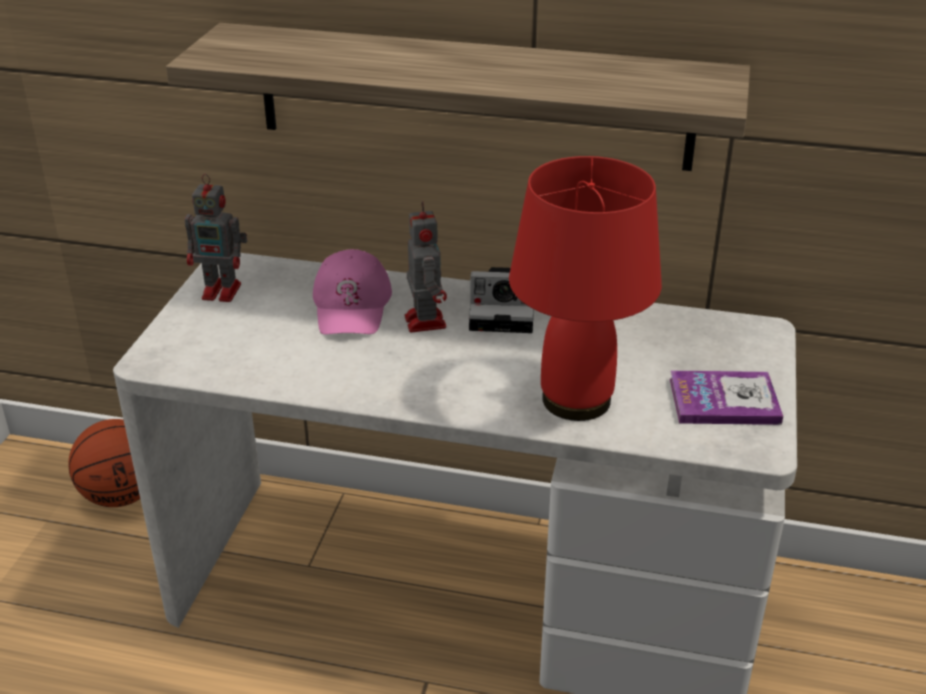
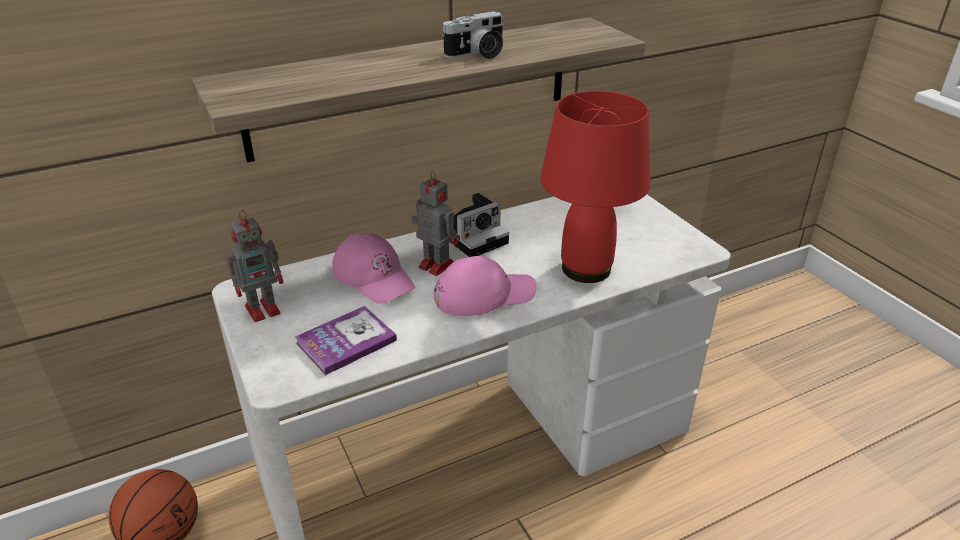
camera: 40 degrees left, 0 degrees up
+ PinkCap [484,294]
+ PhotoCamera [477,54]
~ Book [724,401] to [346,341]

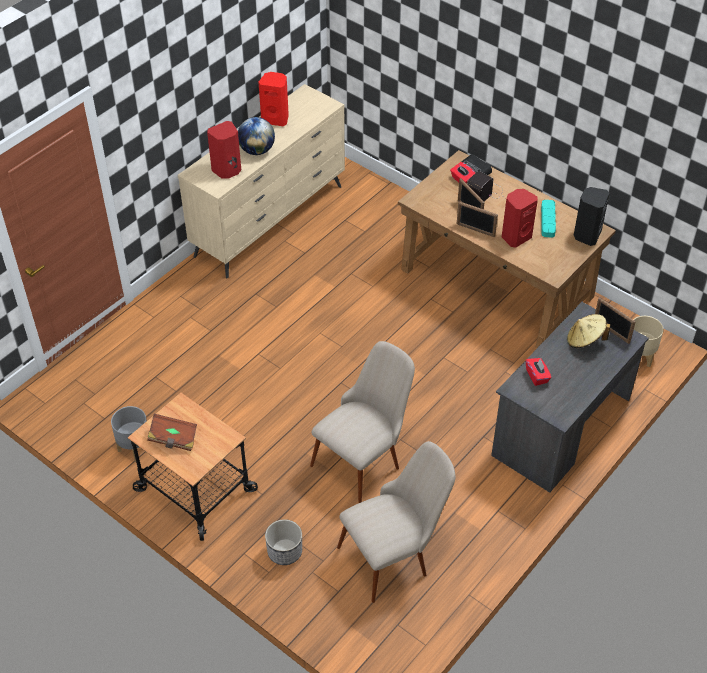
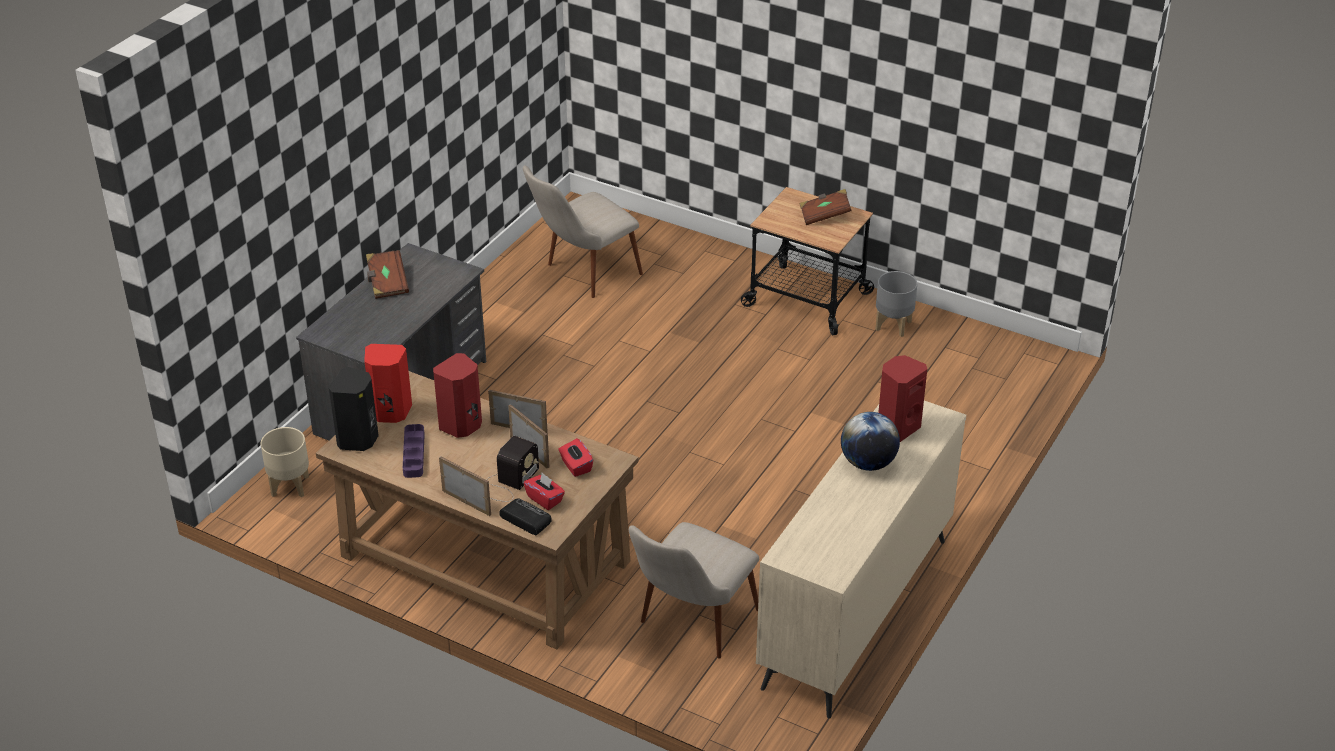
camera: 170 degrees right, 10 degrees down
- Planter [285,551]
- BeigeHat [585,340]
+ BrownBook [387,283]
~ RedSpeaker [276,119] to [390,413]
~ BeigeChair [364,457] to [689,628]
~ RedTissueBox [537,376] to [576,466]
~ PictureFrame [611,331] to [467,502]
~ TurquoiseTray [548,220] to PurpleTray [414,454]

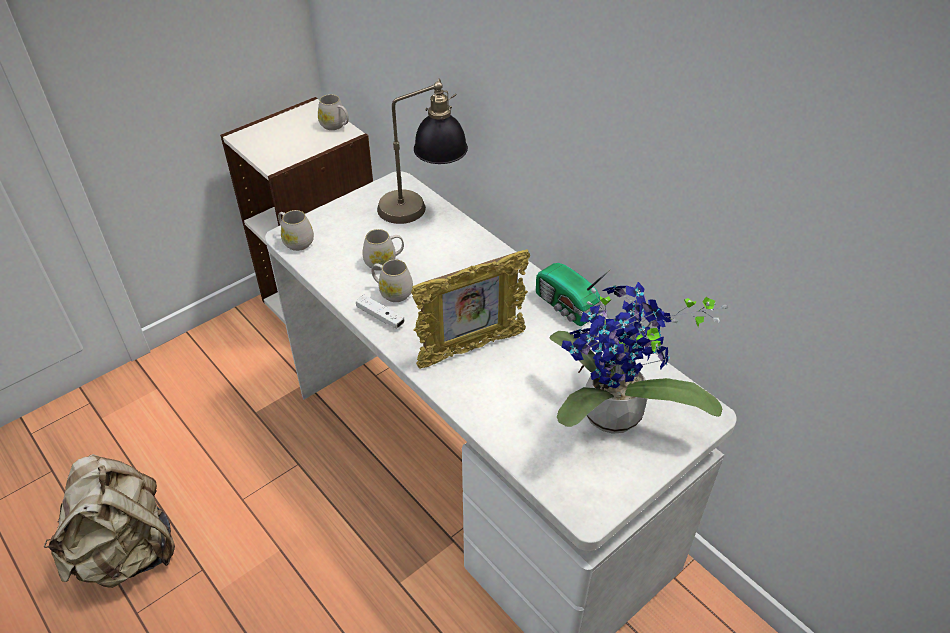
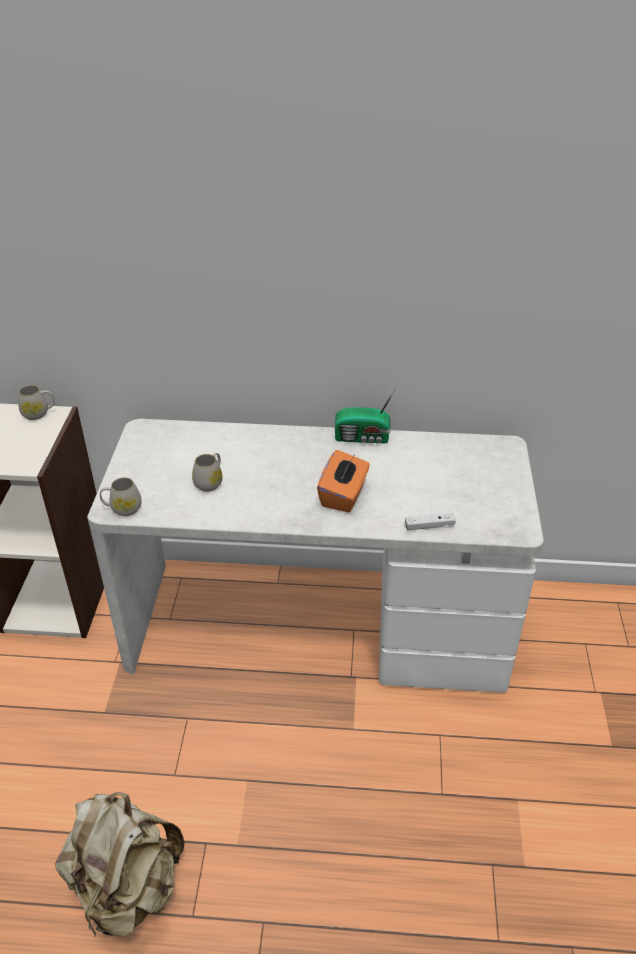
camera: 45 degrees left, 5 degrees down
- WhiteMug [392,292]
- TableLamp [422,210]
- PottedPlant [610,420]
~ WhiteGameController [380,317] to [429,526]
~ PictureFrame [471,349] to OrangeTissueBox [343,495]

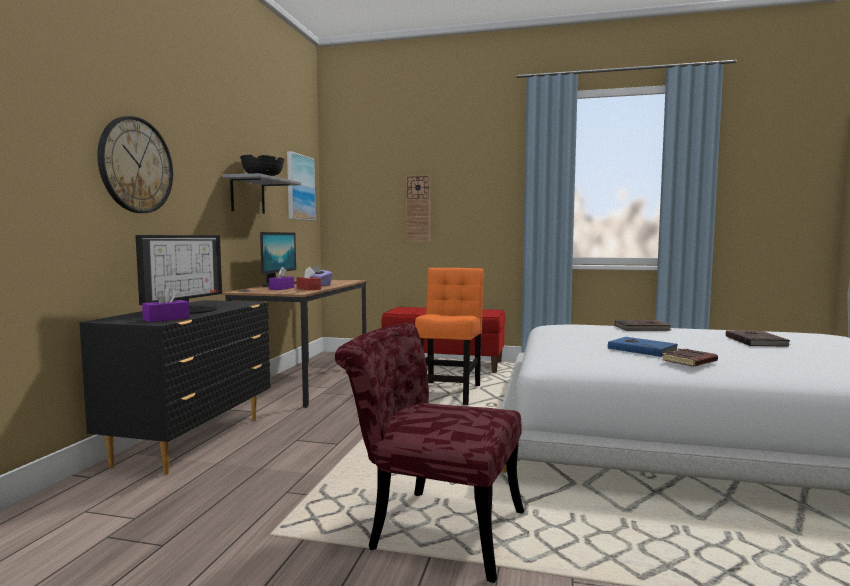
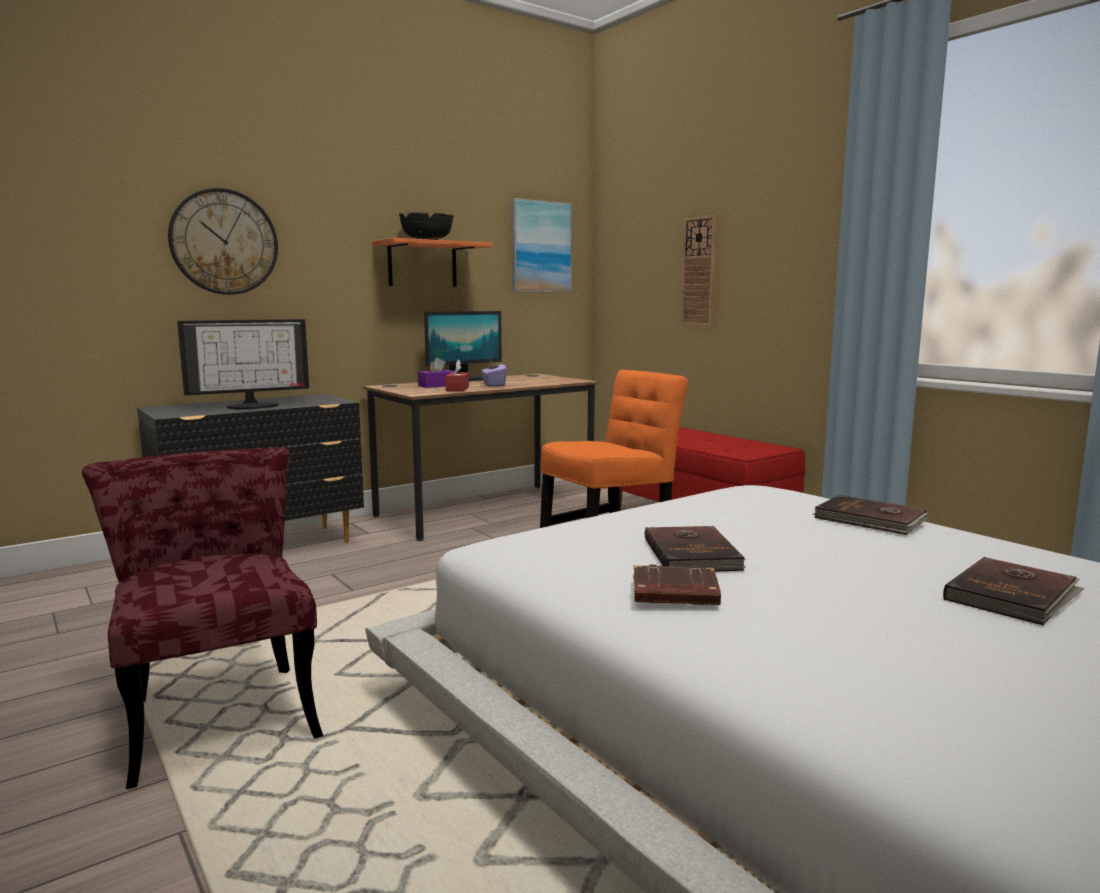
camera: 40 degrees right, 5 degrees up
- PurpleTissueBox [166,319]
~ GreyShelf [247,195] to OrangeShelf [422,264]
~ BlueBook [641,349] to BrownBook [693,553]

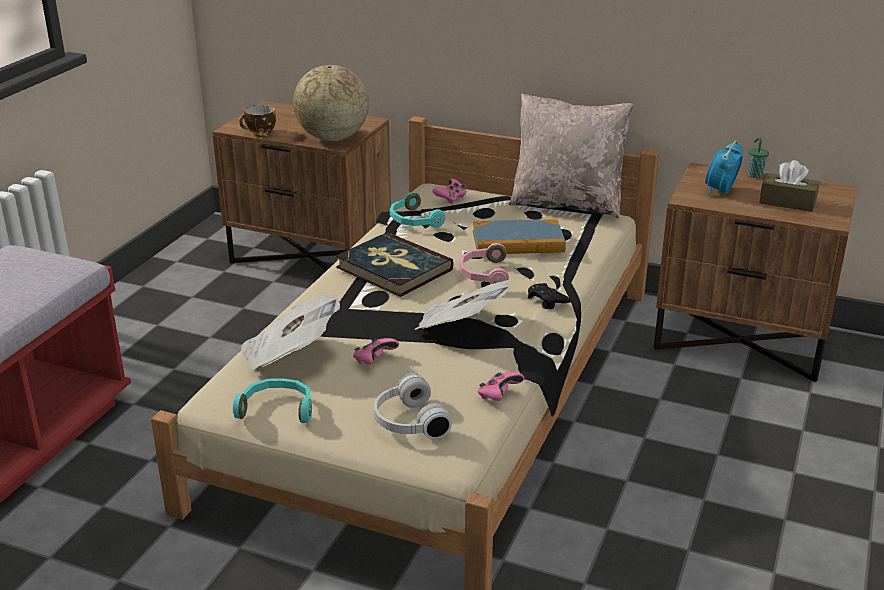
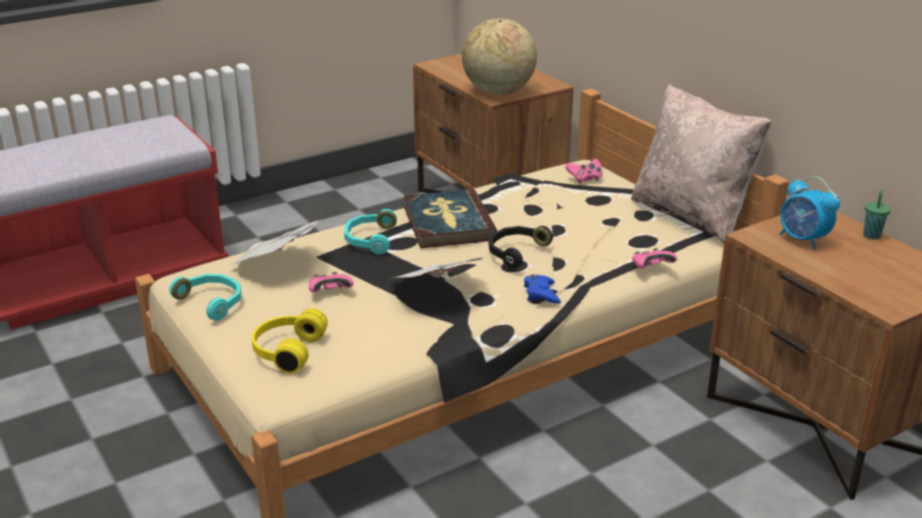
camera: 35 degrees right, 0 degrees up
- Cup [260,133]
- Book [518,242]
- BrownTissueBox [787,202]
~ TurquoiseHeadphones [413,220] to [369,240]
~ PinkGameController [499,396] to [651,268]
~ WhiteHeadphones [407,422] to YellowHeadphones [286,351]
~ PinkHeadphones [483,274] to BlackHeadphones [515,252]
~ BlackGameController [547,299] to BlueGameController [541,293]
~ AlarmClock [720,191] = [803,240] 105 degrees counterclockwise

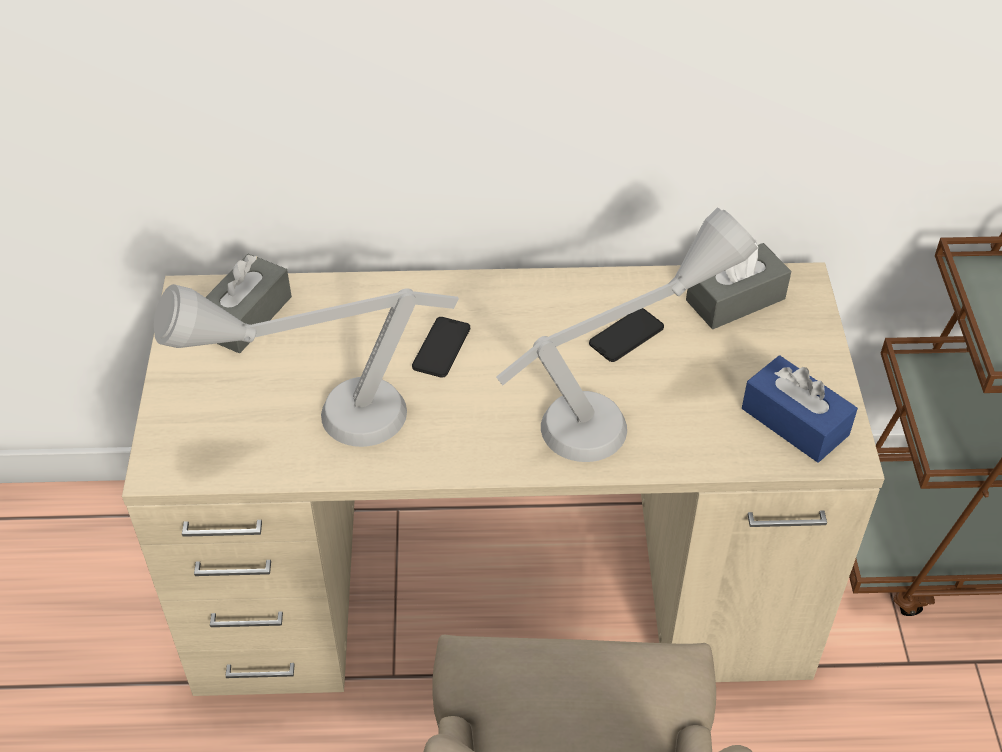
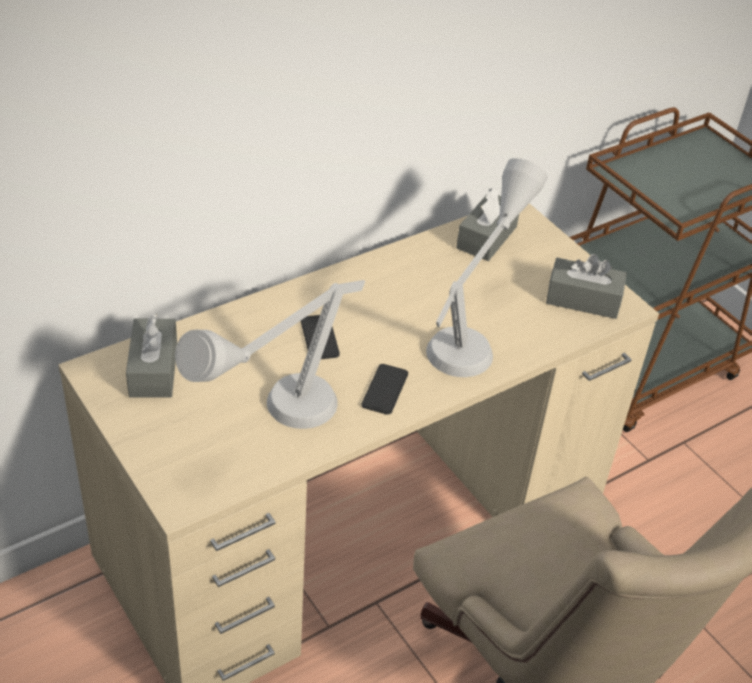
camera: 35 degrees left, 5 degrees down
~ Phone [626,335] to [385,389]
~ BlueTissueBox [794,422] to GreyTissueBox [583,299]

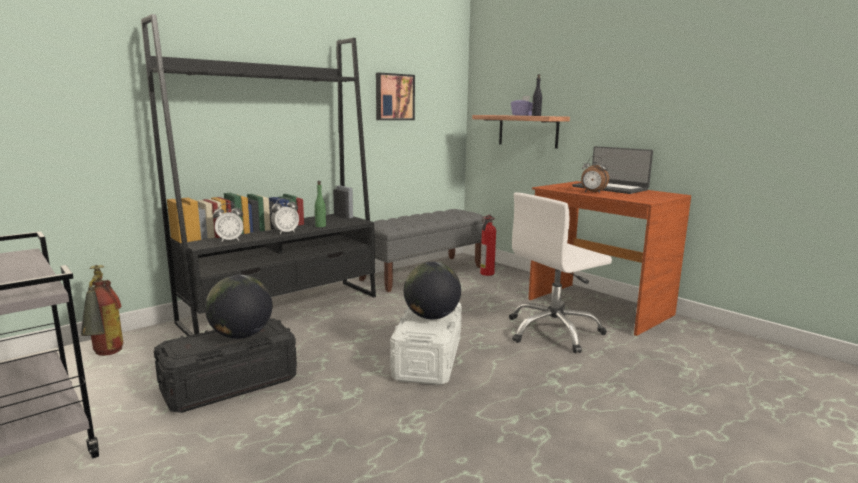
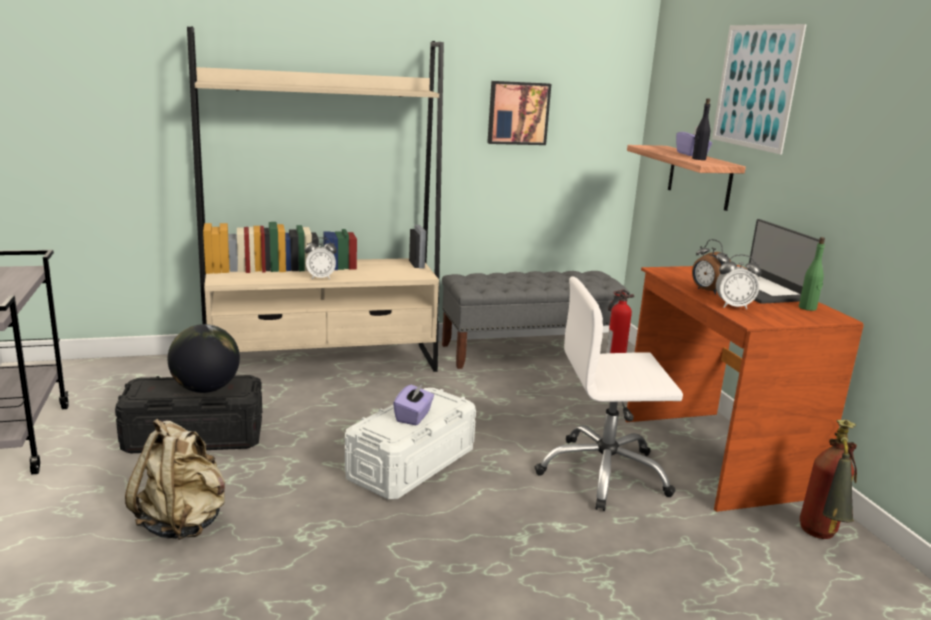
camera: 25 degrees right, 5 degrees up
+ BeigeBackpack [182,522]
+ Picture [755,87]
~ FireExtinguisher [105,356] to [820,539]
~ AlarmClock [230,240] to [733,306]
~ GreenBottle [320,226] to [807,308]
~ Globe [431,317] to PurpleTissueBox [413,416]
~ BlackBookcase [283,309] to BeigeBookcase [323,364]

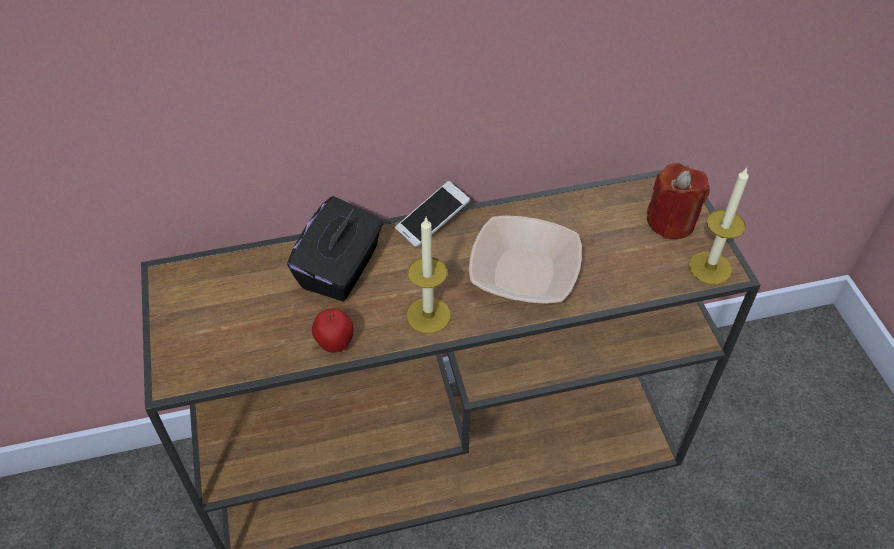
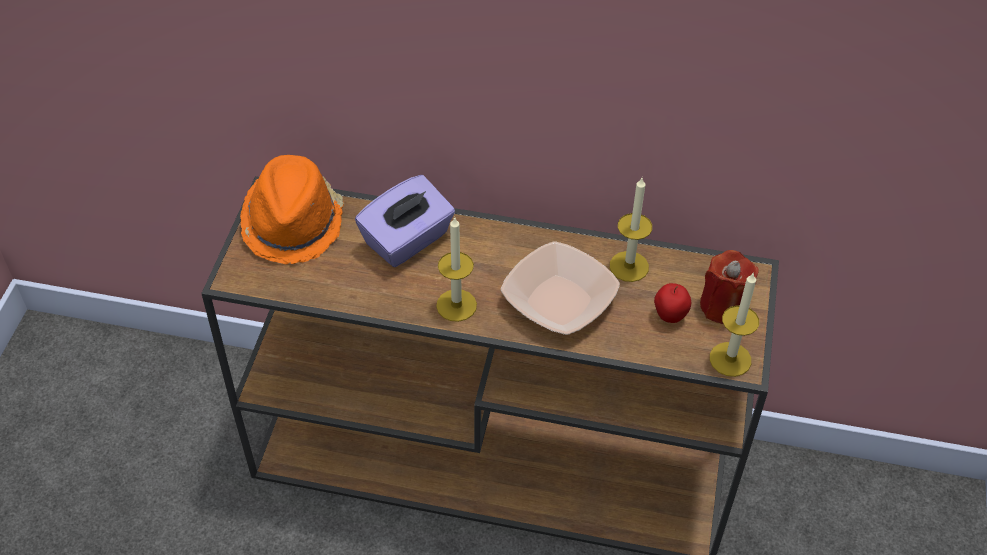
camera: 25 degrees right, 0 degrees up
- Phone [432,222]
+ OrangeHat [294,222]
+ Candle [629,266]
~ Apple [335,344] to [669,316]
~ BlackTissueBox [341,269] to PurpleTissueBox [407,240]

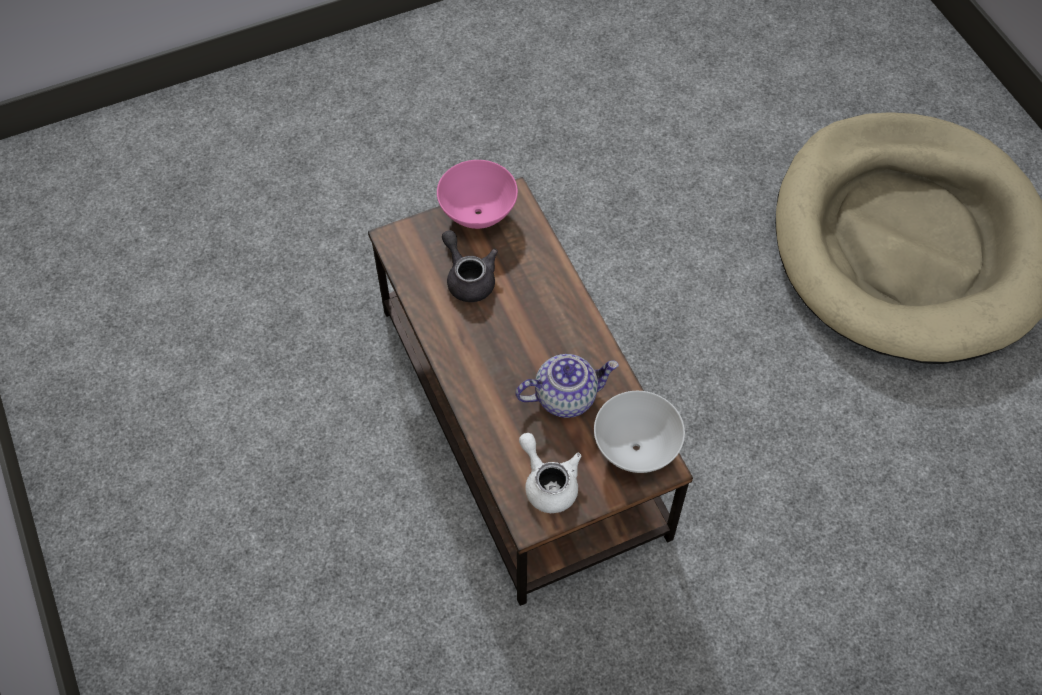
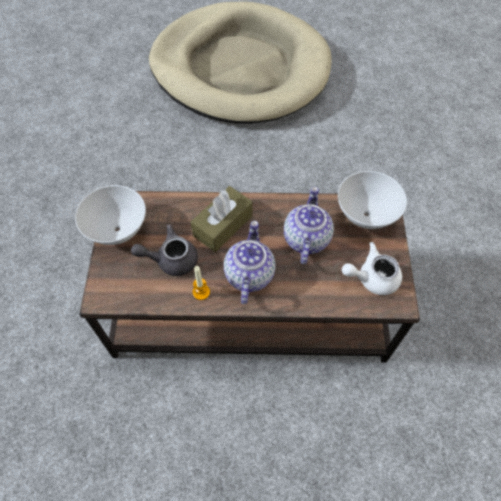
camera: 65 degrees left, 0 degrees up
+ BrownTissueBox [223,225]
+ Candle [201,292]
+ Teapot [248,274]
~ PinkBowl [479,214] to WhiteBowl [118,230]

